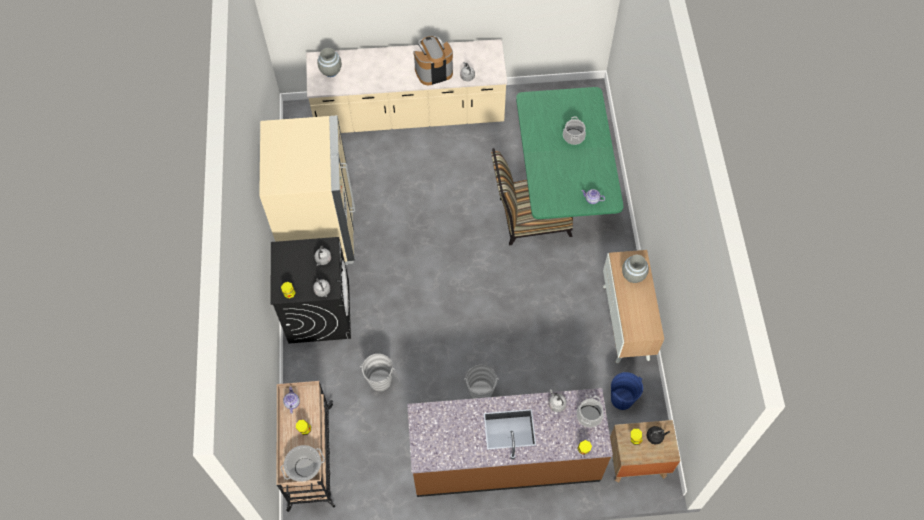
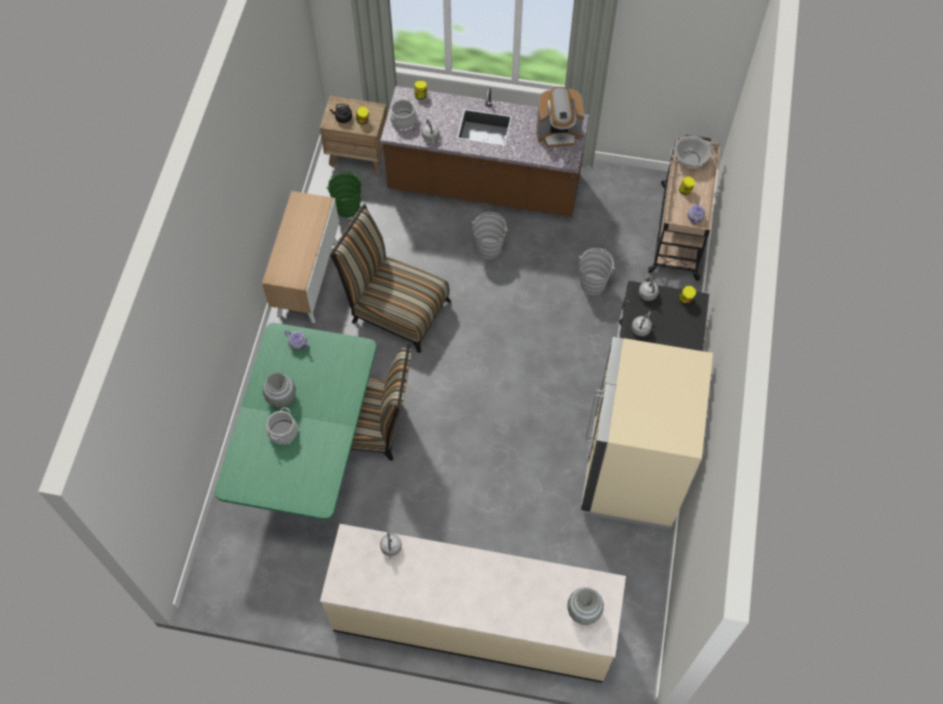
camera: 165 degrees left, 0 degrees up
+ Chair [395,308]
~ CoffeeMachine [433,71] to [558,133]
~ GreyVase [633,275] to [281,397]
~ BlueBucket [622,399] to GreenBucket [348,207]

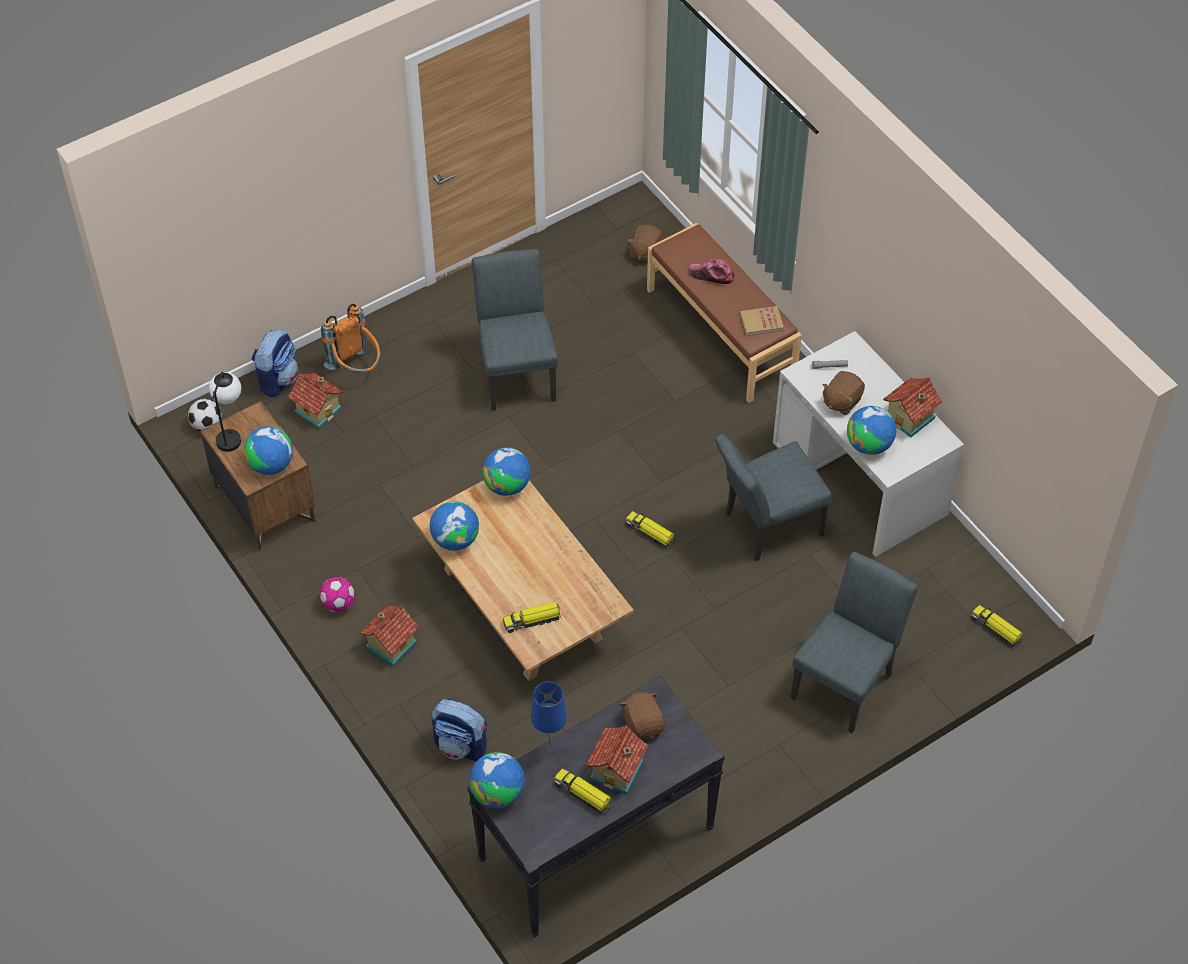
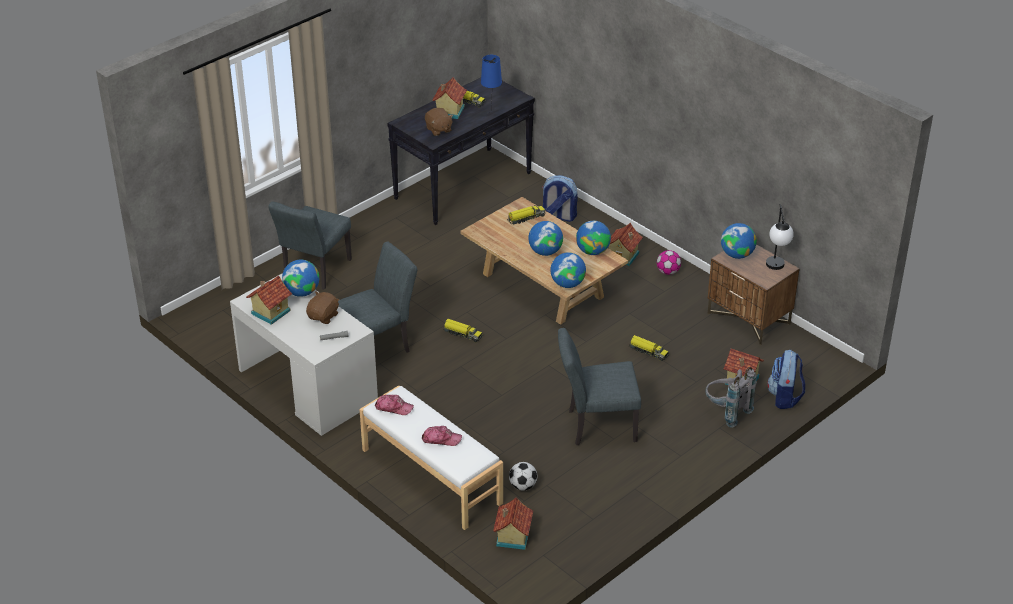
camera: 170 degrees right, 15 degrees down
~ Football [207,425] to [523,486]
~ Globe [498,793] to [545,252]
~ ToyTruck [996,629] to [648,351]
~ BrownPlushToy [645,252] to ToyHouse [512,537]
~ Book [761,322] to Cap [393,407]
~ OrangeBackpack [356,368] to GreyBackpack [726,412]
~ BrownBench [721,332] to WhiteBench [430,477]
~ GreyChair [516,371] = [596,426] 105 degrees clockwise

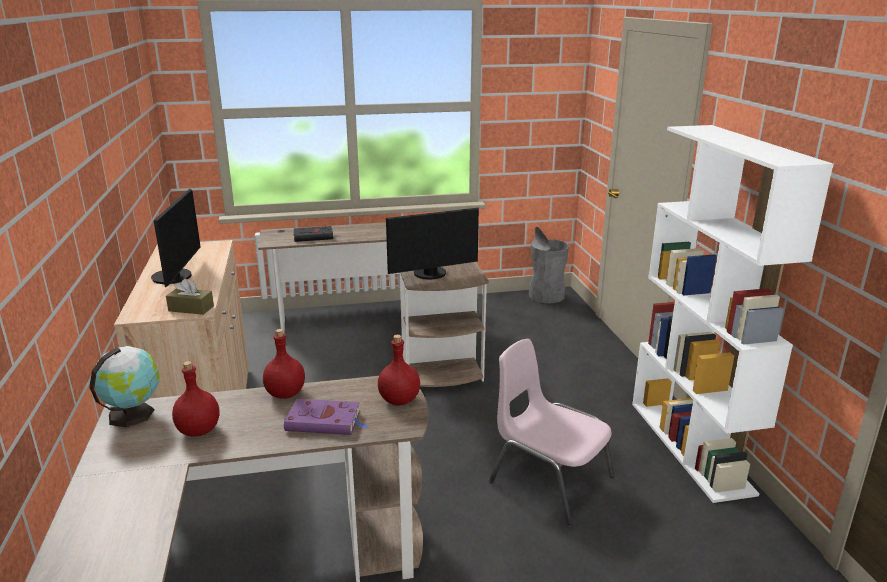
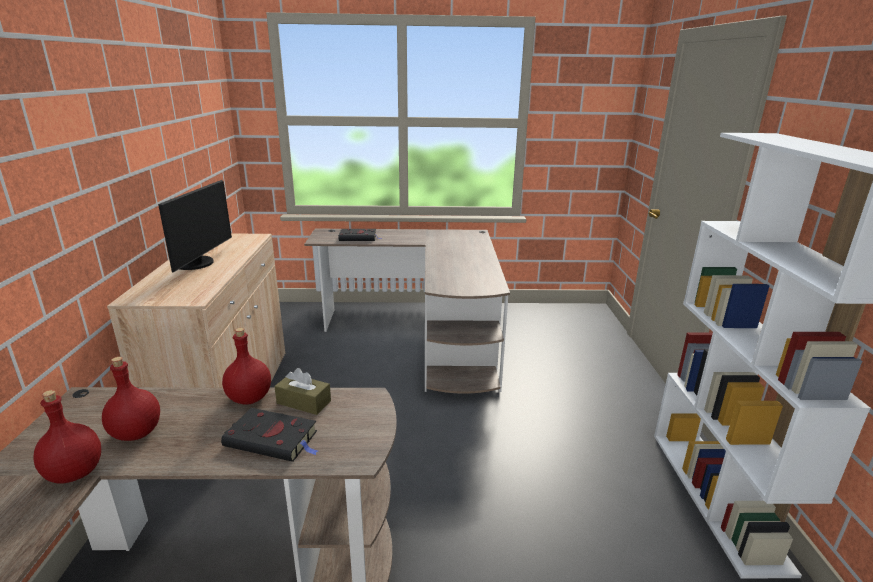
camera: 10 degrees right, 0 degrees up
- Globe [133,413]
- Monitor [431,274]
- PinkChair [549,479]
- GreyTrashCan [546,296]
~ BrownTissueBox [191,308] to [304,402]
~ RedBottle [399,400] to [75,472]
~ PurpleBook [325,421] to BlackBook [274,439]

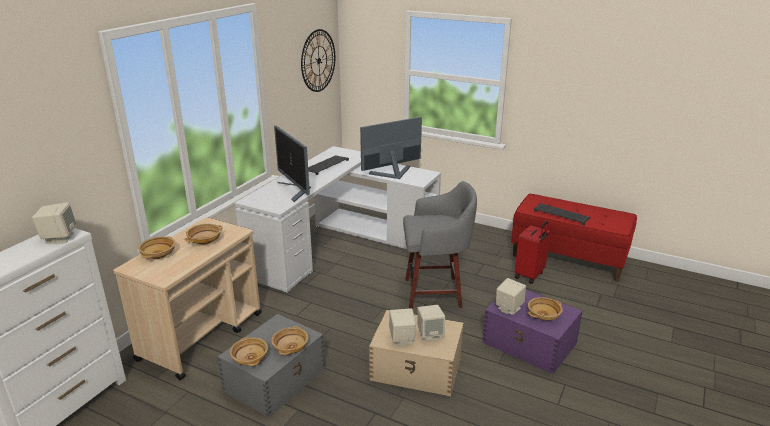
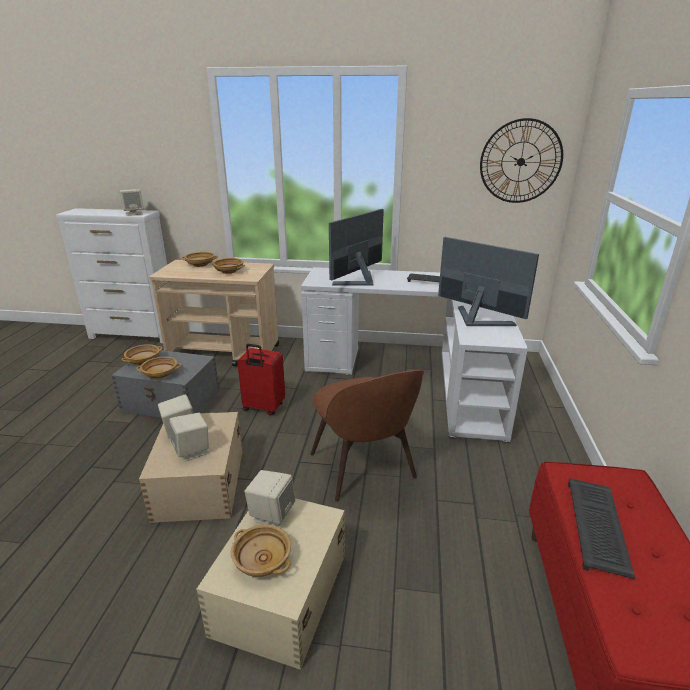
camera: 70 degrees right, 0 degrees up
~ RedSuitcase [530,275] to [263,408]
~ GreyStool [435,292] to BrownChair [363,468]
~ PurpleStorageBox [530,343] to BeigeStorageBox [279,594]

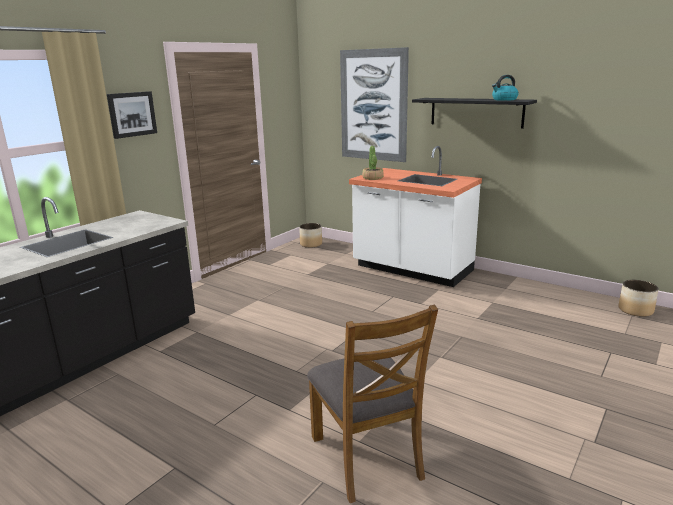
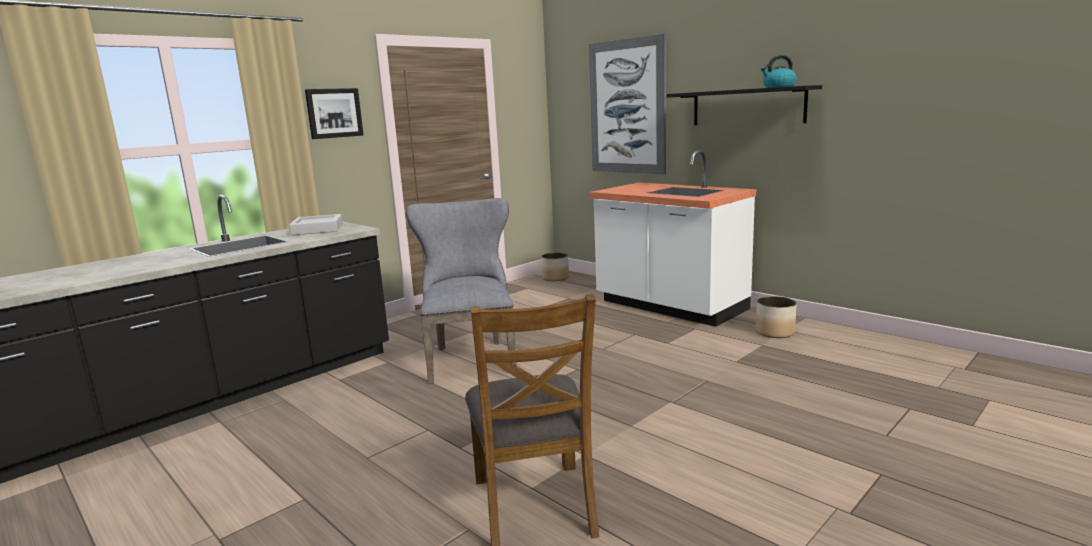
camera: 10 degrees right, 5 degrees down
- PottedPlant [373,178]
+ GreyTray [317,229]
+ GreyChair [470,358]
~ Planter [636,310] to [775,332]

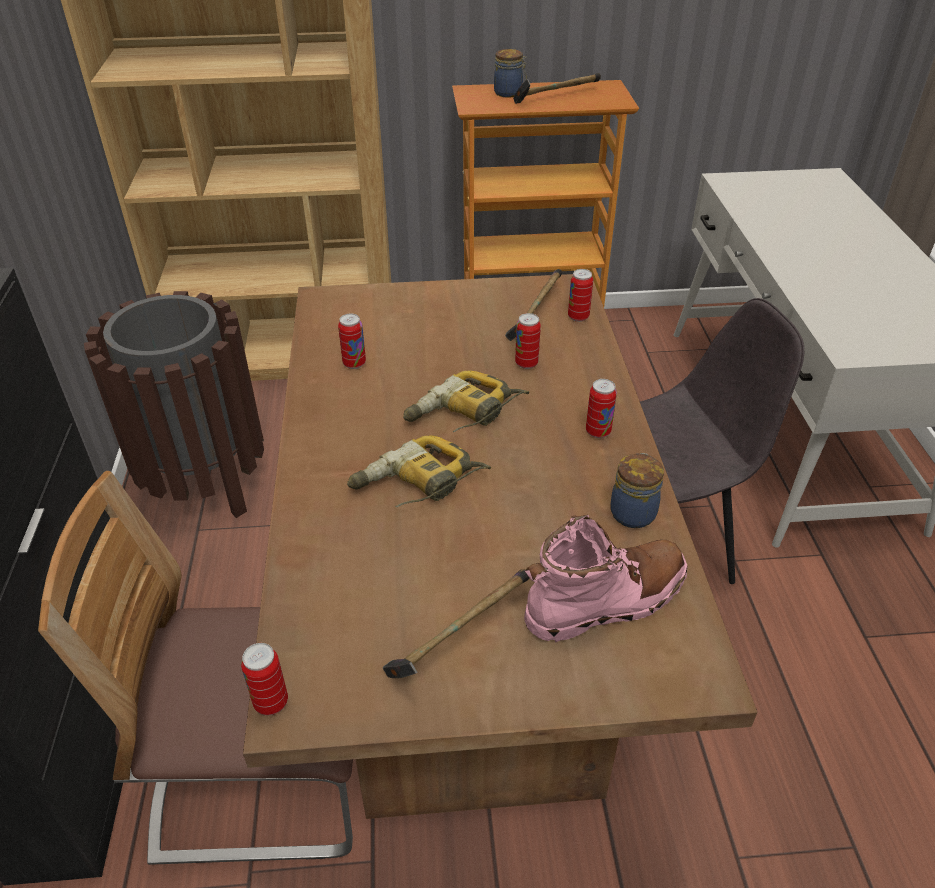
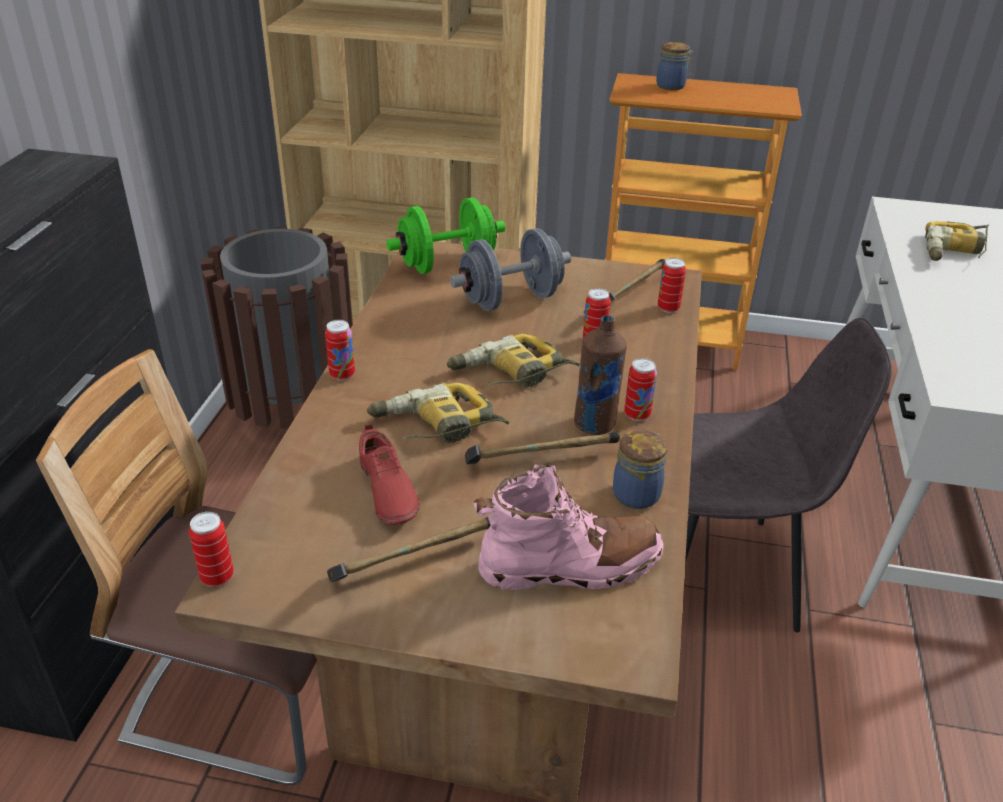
camera: 15 degrees right, 5 degrees down
+ RedShoe [386,491]
+ GreenDumbbell [447,265]
+ GreyDumbbell [510,299]
+ BrownBottle [595,424]
+ PowerDrill [954,251]
~ Can [354,363] to [342,375]
~ Hammer [555,97] to [537,461]

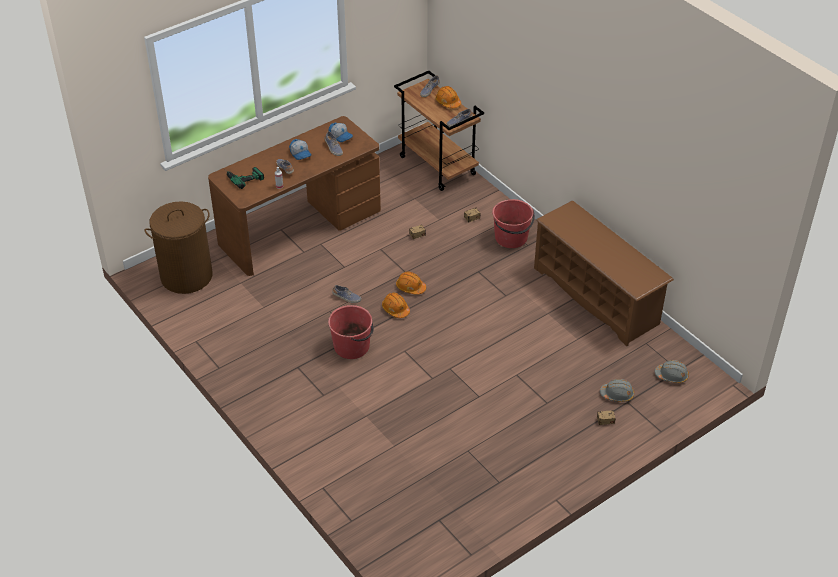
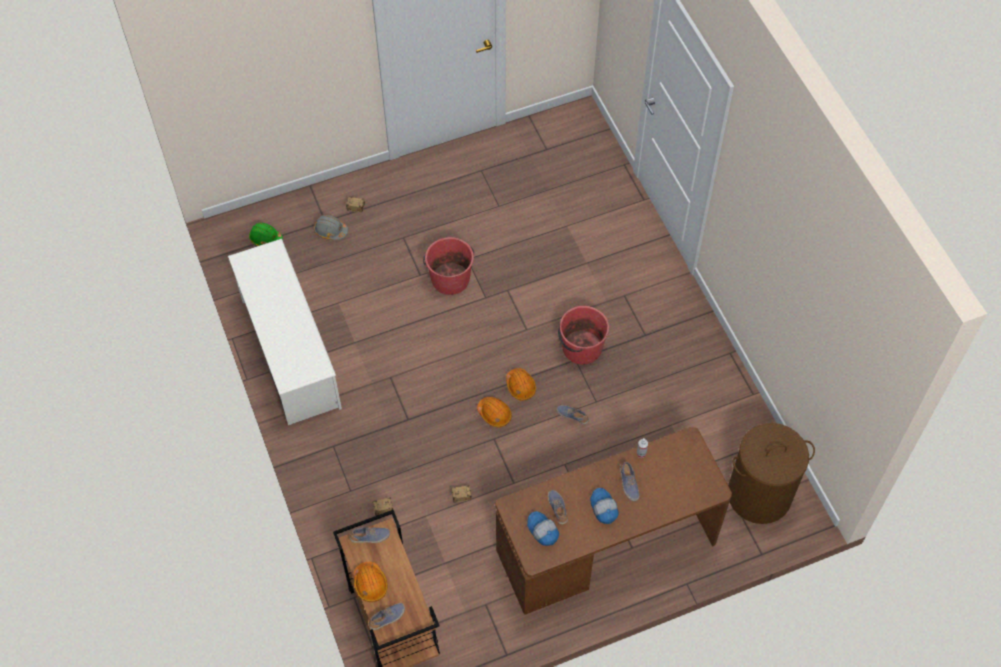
camera: 165 degrees left, 15 degrees up
- PowerDrill [242,176]
~ RedBucket [511,238] to [450,278]
~ BrownShoeRack [596,296] to WhiteShoeRack [290,352]
~ GreyHardHat [671,376] to GreenHardHat [265,239]

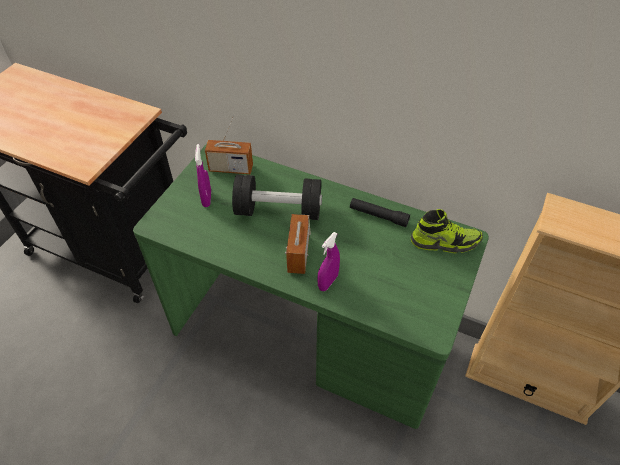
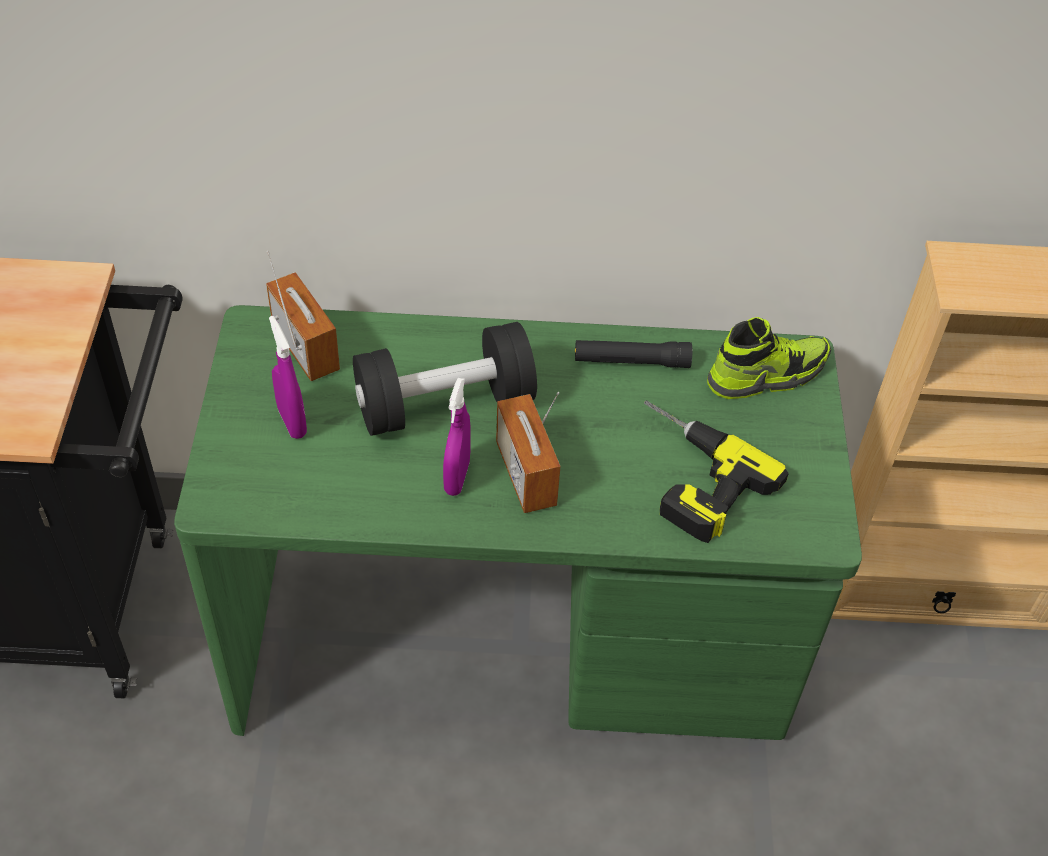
camera: 25 degrees left, 0 degrees up
+ PowerDrill [686,476]
~ PurpleSprayBottle [328,282] to [457,477]
~ Radio [231,168] = [306,348] 105 degrees counterclockwise

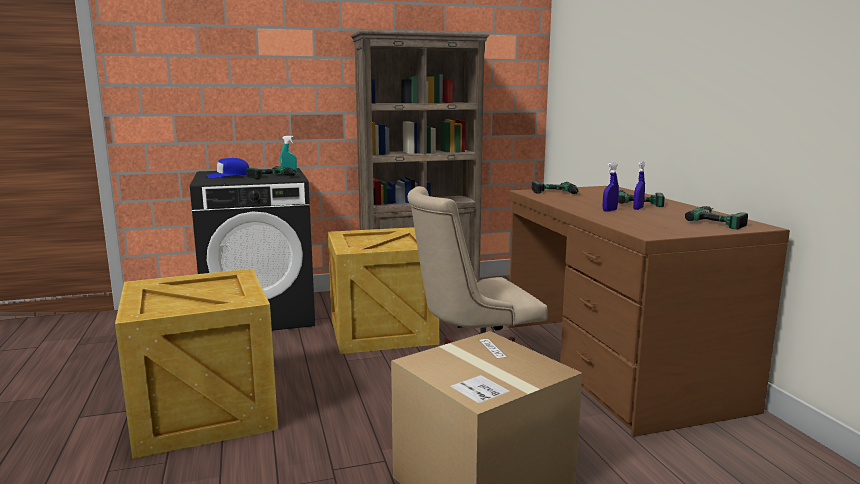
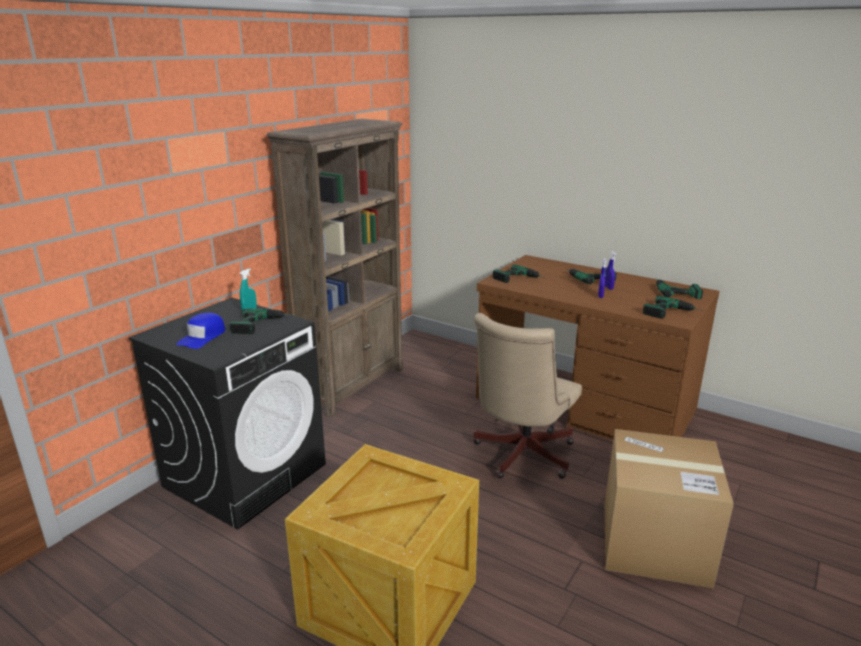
camera: 40 degrees left, 10 degrees up
- Crate [383,329]
+ PowerDrill [673,313]

